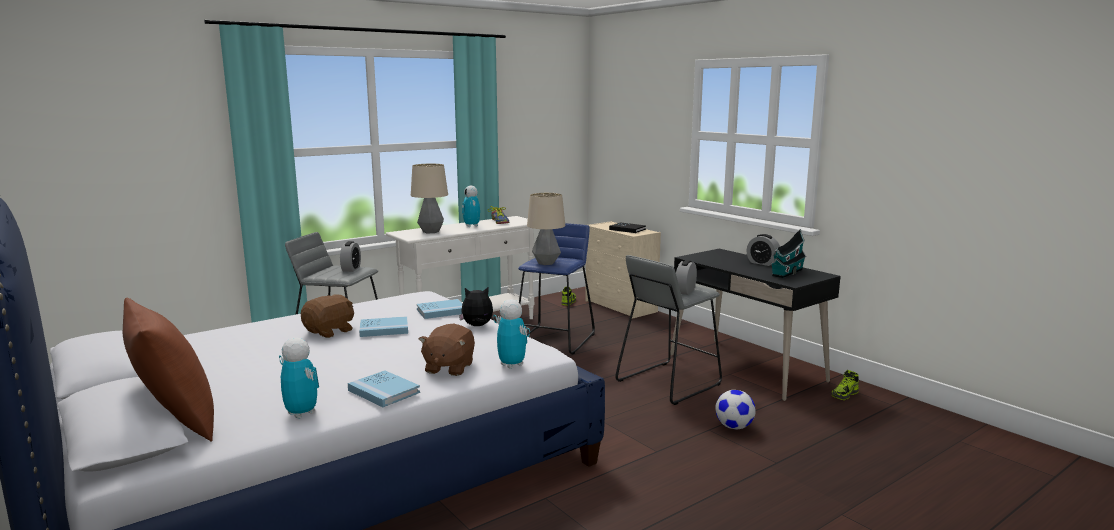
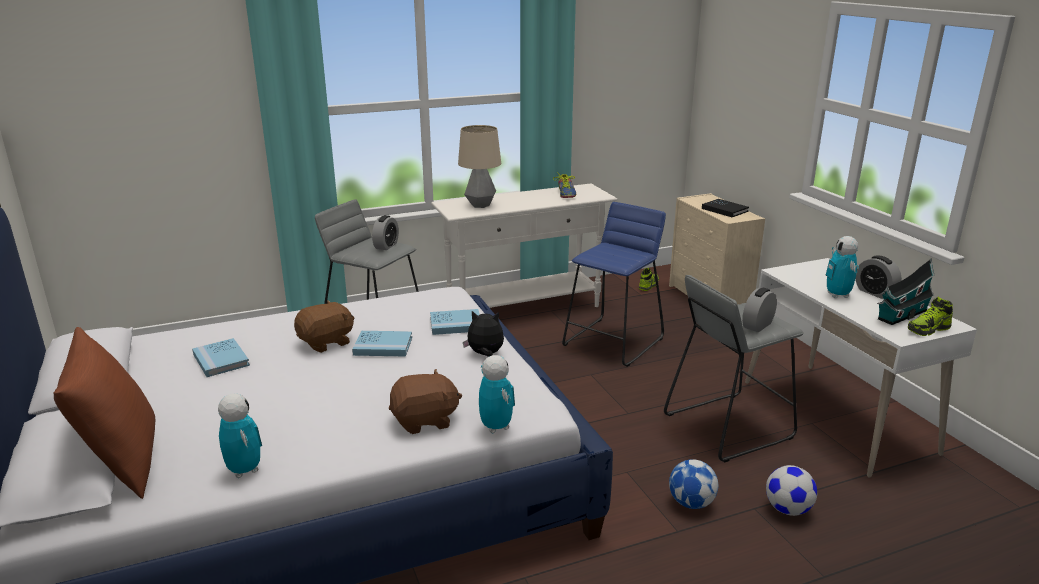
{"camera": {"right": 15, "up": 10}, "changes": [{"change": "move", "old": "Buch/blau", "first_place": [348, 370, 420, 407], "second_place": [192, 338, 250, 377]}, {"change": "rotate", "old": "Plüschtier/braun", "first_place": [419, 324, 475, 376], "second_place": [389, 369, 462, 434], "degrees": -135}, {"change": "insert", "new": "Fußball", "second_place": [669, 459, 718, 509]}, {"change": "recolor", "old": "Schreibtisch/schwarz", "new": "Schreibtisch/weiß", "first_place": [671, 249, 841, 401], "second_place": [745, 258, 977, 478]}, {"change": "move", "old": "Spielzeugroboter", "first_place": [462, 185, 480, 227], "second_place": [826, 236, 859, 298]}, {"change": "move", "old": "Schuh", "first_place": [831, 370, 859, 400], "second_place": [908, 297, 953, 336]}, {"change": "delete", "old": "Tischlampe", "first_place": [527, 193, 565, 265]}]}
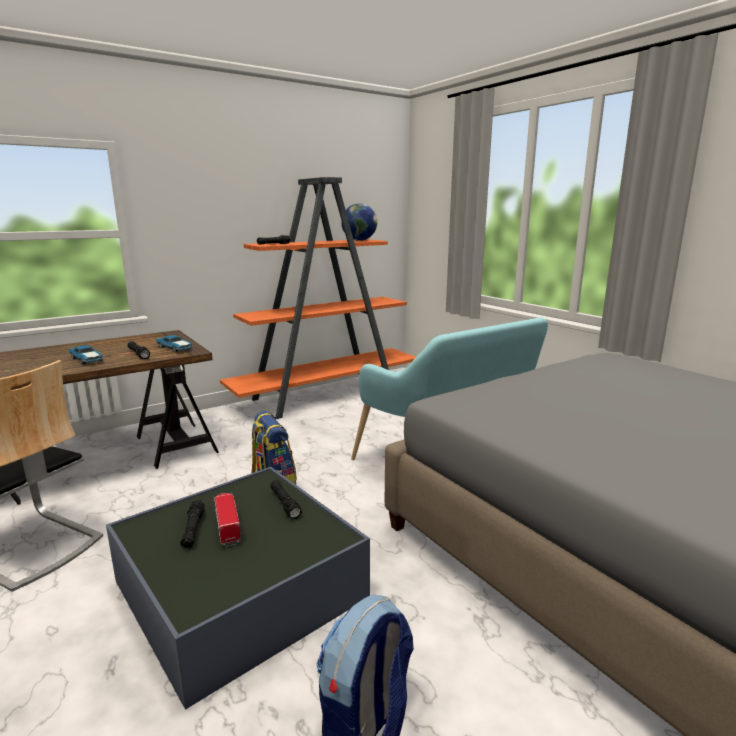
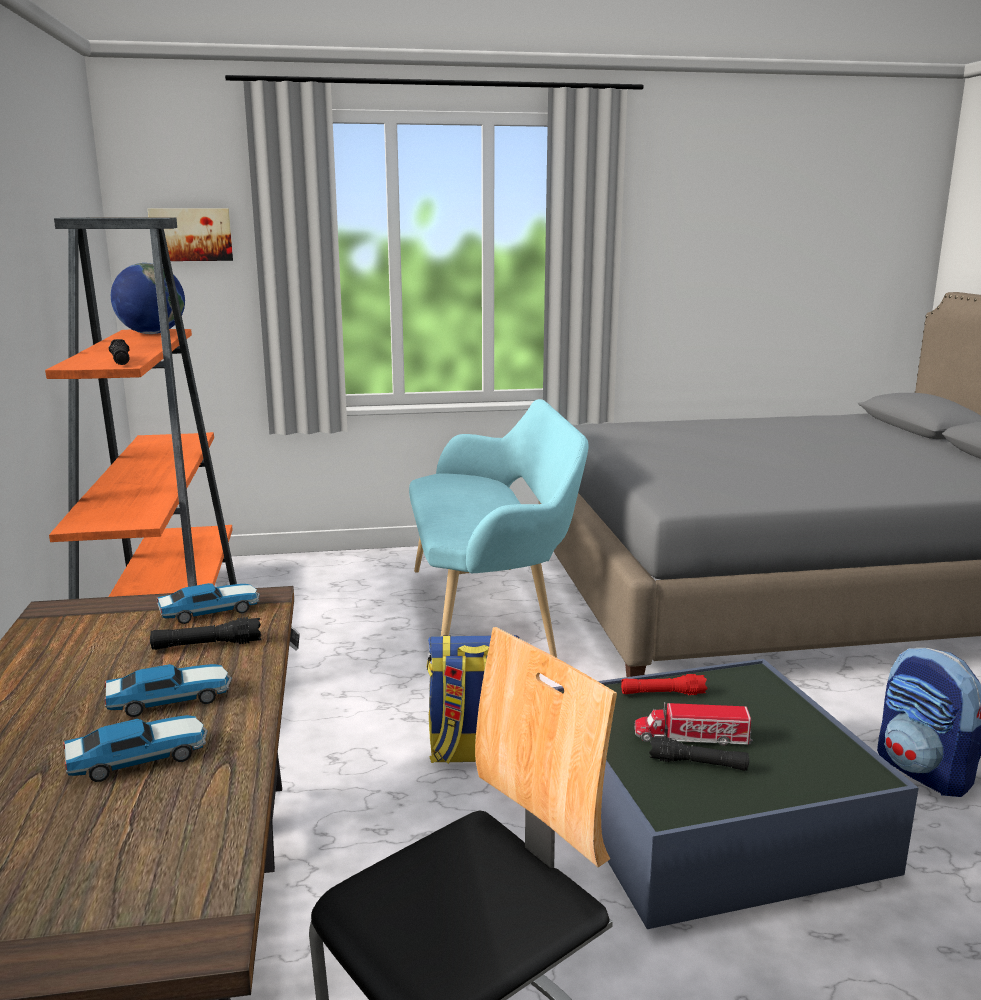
{"camera": {"right": -65, "up": 0}, "changes": [{"change": "insert", "new": "Spielzeugauto", "second_place": [63, 715, 208, 782]}, {"change": "insert", "new": "Bild", "second_place": [148, 208, 233, 261]}, {"change": "recolor", "old": "Taschenlampe/schwarz", "new": "Taschenlampe/rot", "first_place": [270, 480, 302, 520], "second_place": [621, 674, 707, 695]}]}
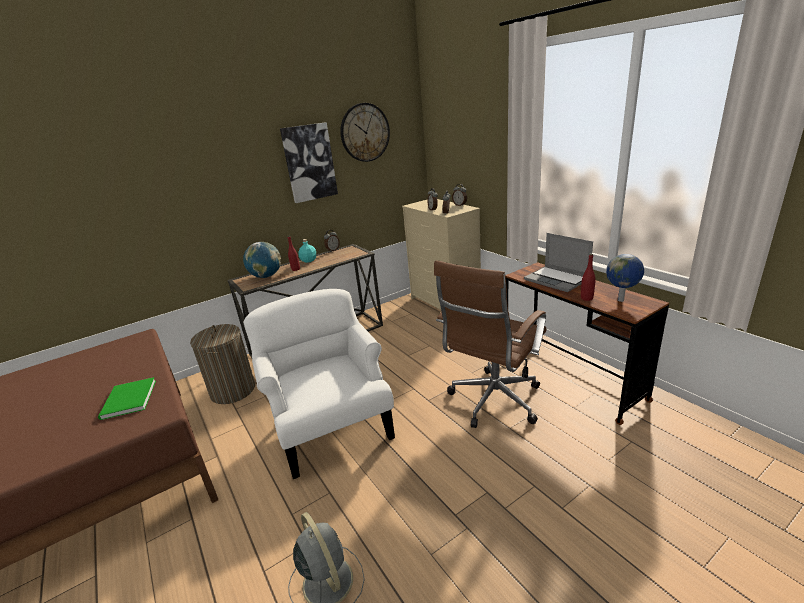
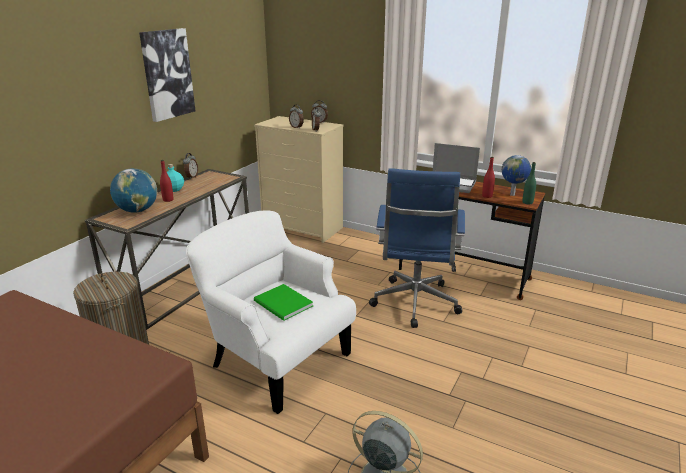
{"camera": {"right": -30, "up": 0}, "changes": [{"change": "move", "old": "Buch/grün", "first_place": [98, 377, 156, 420], "second_place": [254, 284, 313, 321]}, {"change": "recolor", "old": "Bürostuhl/braun", "new": "Bürostuhl/blau", "first_place": [434, 261, 547, 428], "second_place": [369, 168, 465, 328]}, {"change": "insert", "new": "Flasche/grün", "second_place": [522, 162, 536, 204]}, {"change": "delete", "old": "Wanduhr", "first_place": [340, 103, 390, 162]}]}
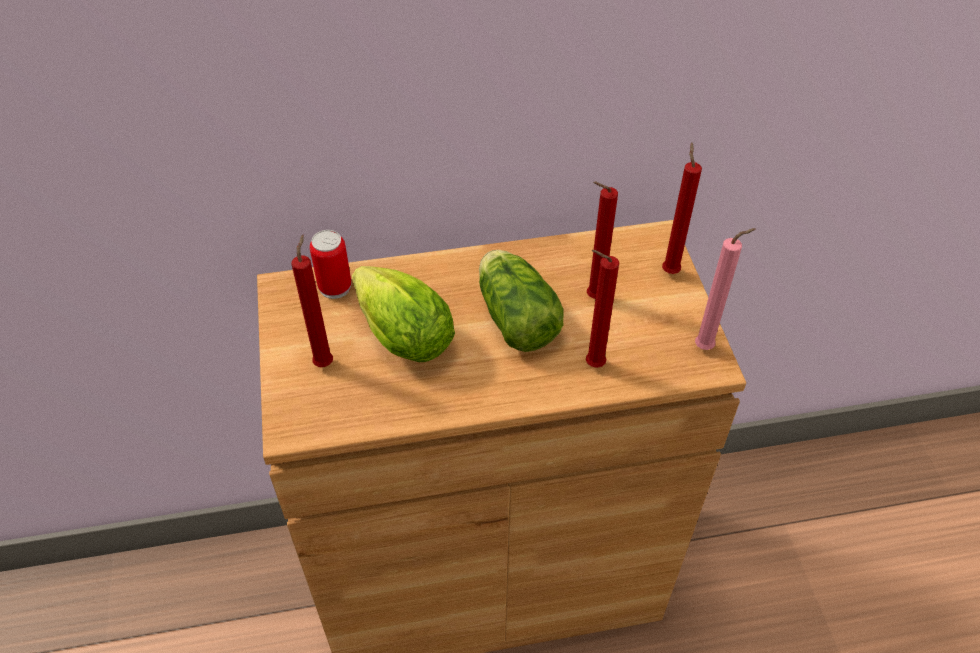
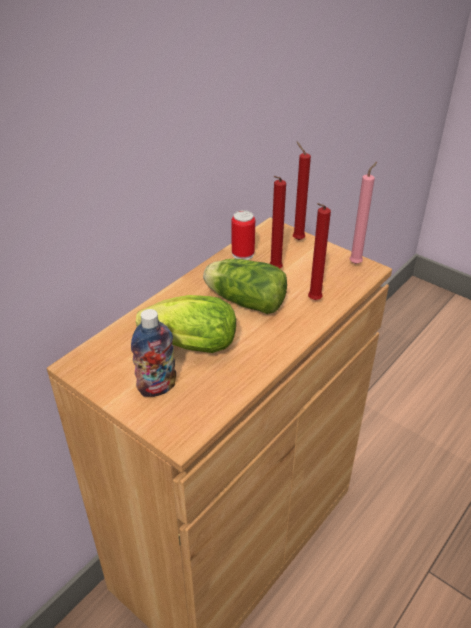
{"camera": {"right": -40, "up": -10}, "changes": [{"change": "replace", "old": "Kerze/rot", "new": "Flasche", "first_place": [291, 235, 333, 367], "second_place": [131, 309, 176, 397]}, {"change": "move", "old": "Dose", "first_place": [310, 230, 351, 299], "second_place": [232, 210, 255, 260]}]}
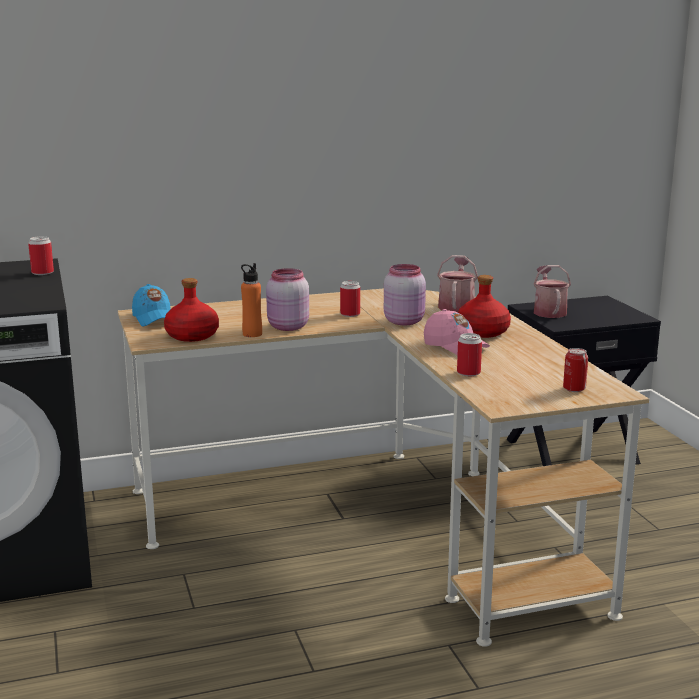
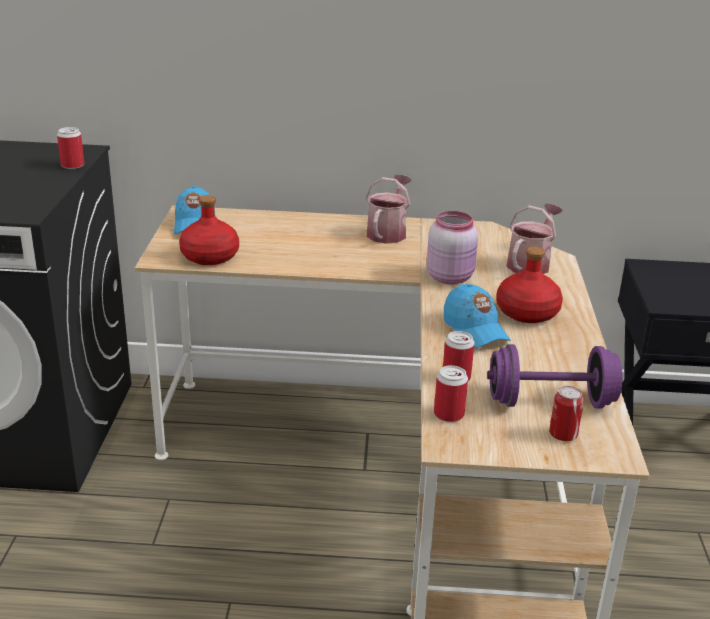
{"camera": {"right": 20, "up": 10}, "changes": [{"change": "move", "old": "Gießkanne", "first_place": [534, 265, 571, 318], "second_place": [366, 175, 411, 244]}, {"change": "move", "old": "Dose", "first_place": [340, 281, 360, 317], "second_place": [434, 365, 468, 422]}, {"change": "recolor", "old": "Kappe/rosa", "new": "Kappe/blau", "first_place": [424, 309, 490, 355], "second_place": [444, 284, 511, 348]}, {"change": "insert", "new": "Hantel/lila", "second_place": [487, 344, 622, 408]}, {"change": "delete", "old": "Flasche/orange", "first_place": [241, 263, 262, 337]}, {"change": "delete", "old": "Vorratsglas/rosa", "first_place": [266, 268, 309, 331]}]}
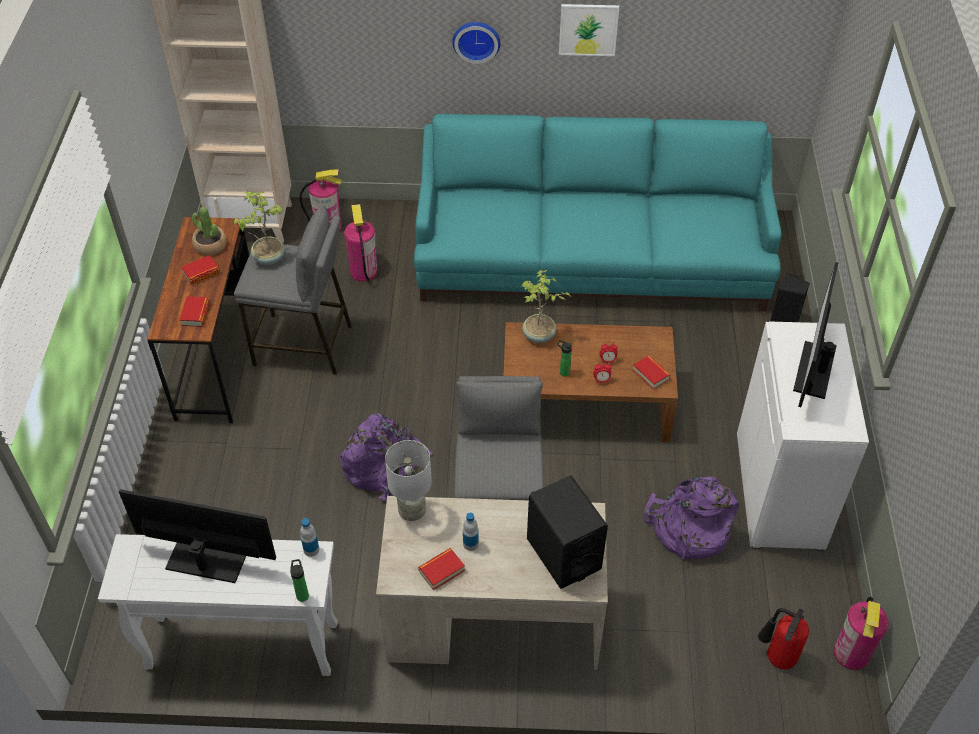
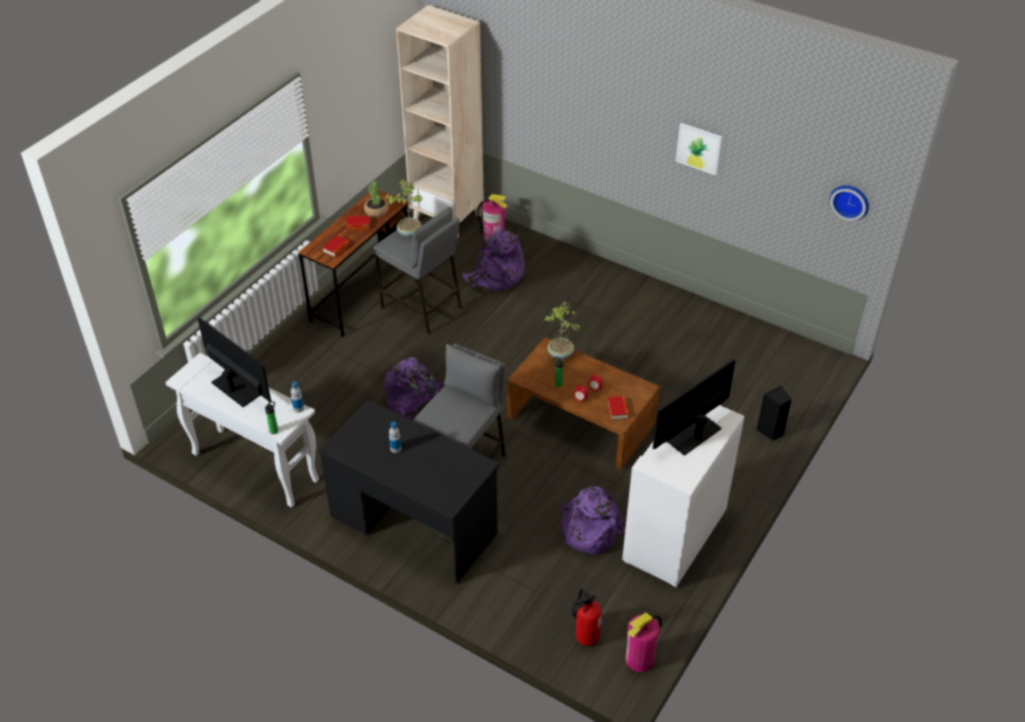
{"camera": {"right": 30, "up": -5}, "changes": [{"change": "recolor", "old": "Schreibtisch/beige", "new": "Schreibtisch/schwarz", "first_place": [376, 496, 608, 670], "second_place": [318, 400, 500, 584]}, {"change": "replace", "old": "Feuerlöscher", "new": "Rucksack/lila", "first_place": [344, 204, 378, 282], "second_place": [462, 228, 525, 291]}, {"change": "move", "old": "Wanduhr", "first_place": [452, 22, 501, 64], "second_place": [829, 185, 869, 221]}, {"change": "delete", "old": "Tischlampe/grau", "first_place": [385, 440, 432, 521]}, {"change": "delete", "old": "Sofa/türkis", "first_place": [414, 114, 781, 311]}, {"change": "delete", "old": "Buch", "first_place": [418, 548, 465, 590]}, {"change": "delete", "old": "Lautsprecher/schwarz", "first_place": [527, 476, 608, 589]}]}
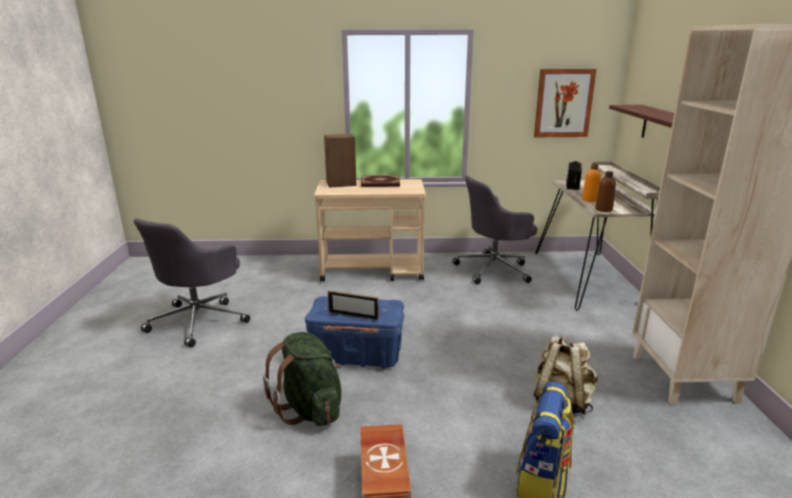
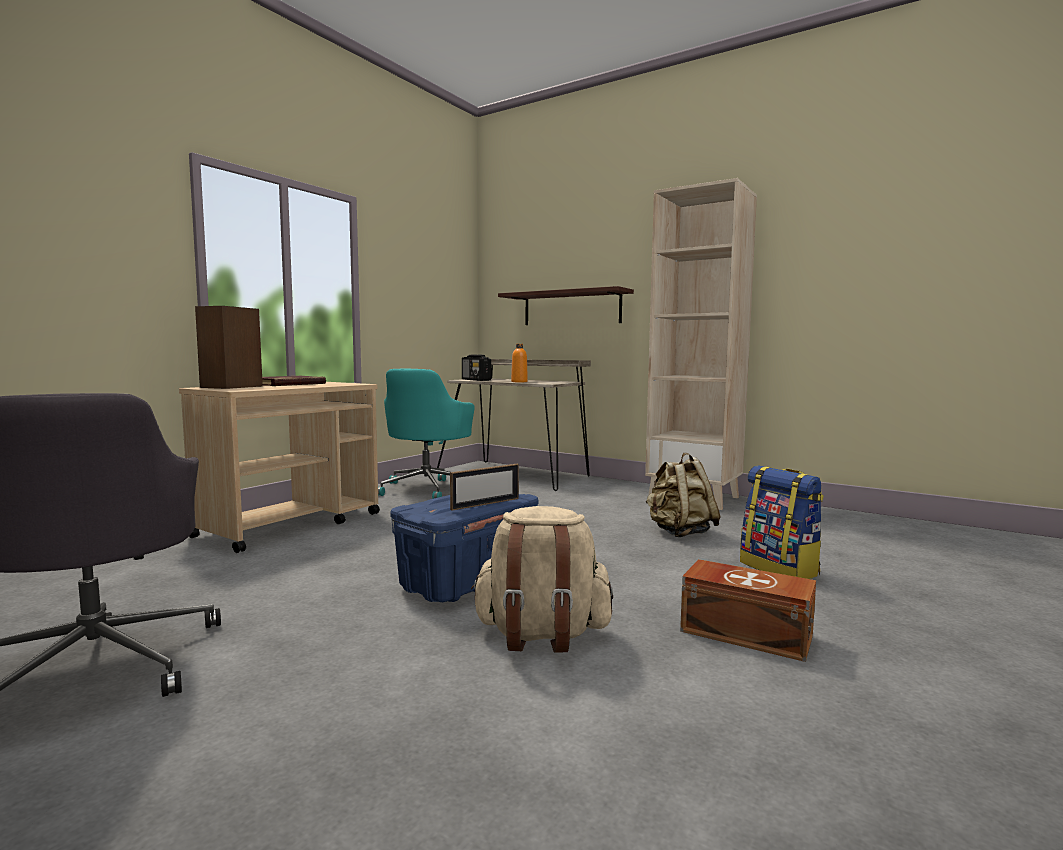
{"camera": {"right": -55, "up": -15}, "changes": [{"change": "recolor", "old": "Bürostuhl/grau", "new": "Bürostuhl/türkis", "first_place": [452, 176, 537, 285], "second_place": [378, 369, 475, 499]}, {"change": "recolor", "old": "Rucksack/grün", "new": "Rucksack/beige", "first_place": [263, 332, 341, 426], "second_place": [471, 506, 613, 653]}, {"change": "delete", "old": "Bild", "first_place": [534, 69, 596, 137]}, {"change": "delete", "old": "Flasche/braun", "first_place": [595, 171, 616, 212]}]}
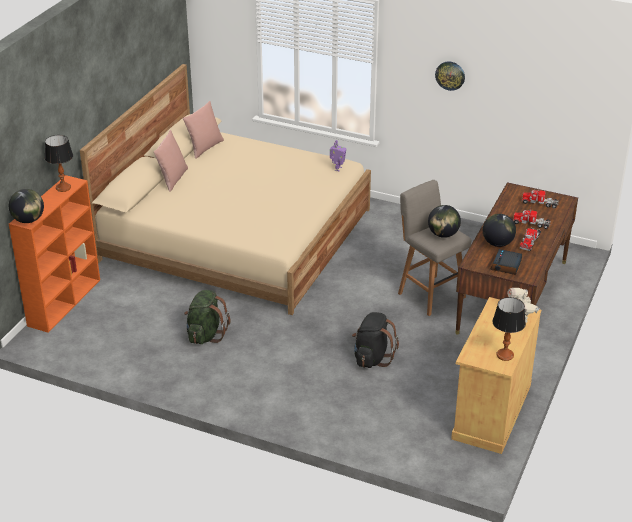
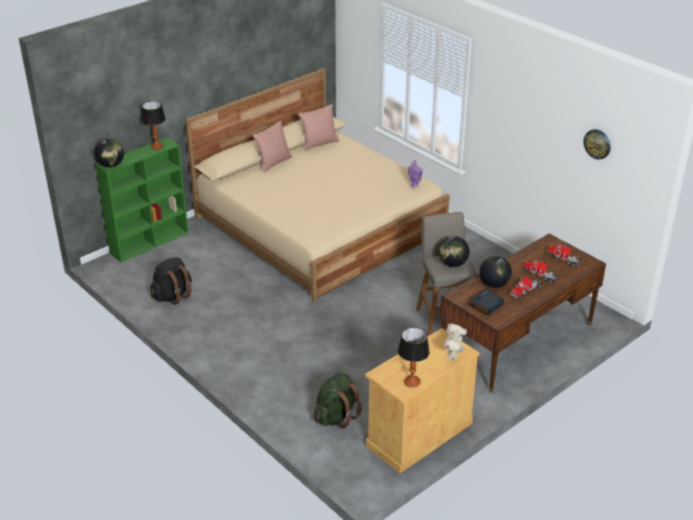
{"camera": {"right": 25, "up": 0}, "changes": [{"change": "recolor", "old": "Bücherregal/orange", "new": "Bücherregal/grün", "first_place": [9, 175, 100, 333], "second_place": [95, 138, 189, 262]}, {"change": "move", "old": "Rucksack/schwarz", "first_place": [352, 312, 399, 368], "second_place": [150, 257, 192, 305]}, {"change": "move", "old": "Rucksack/grün", "first_place": [184, 290, 231, 344], "second_place": [314, 373, 362, 429]}, {"change": "move", "old": "Wanduhr", "first_place": [435, 62, 465, 91], "second_place": [583, 129, 611, 160]}]}
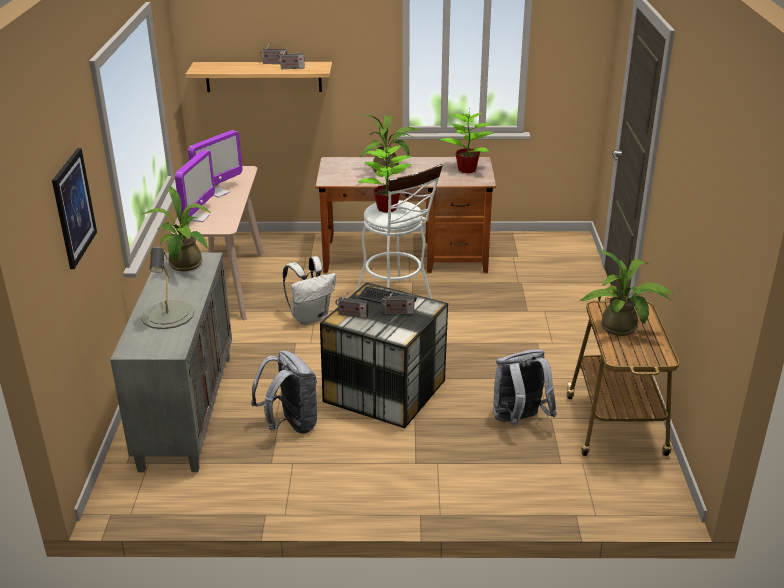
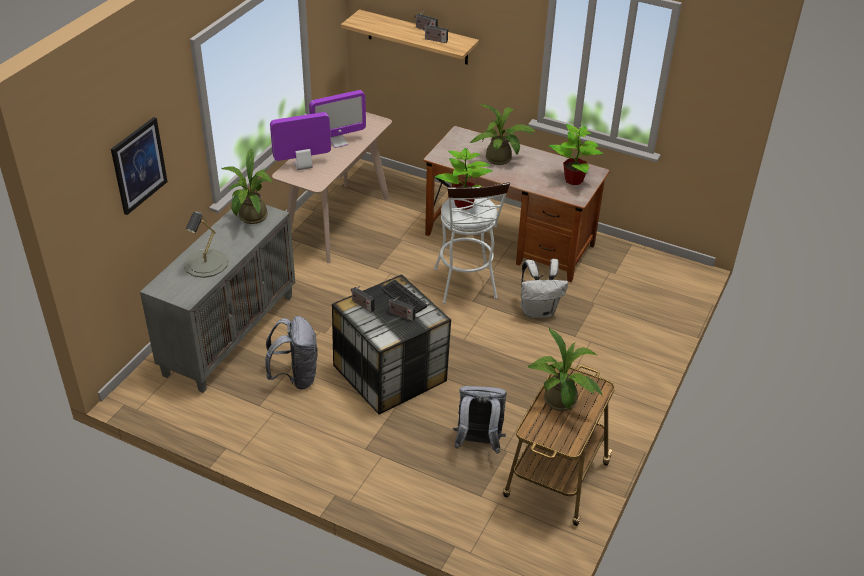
{"camera": {"right": 25, "up": 10}, "changes": [{"change": "rotate", "old": "Monitor", "first_place": [175, 150, 215, 222], "second_place": [270, 112, 331, 170], "degrees": -150}, {"change": "move", "old": "Rucksack/weiß", "first_place": [283, 256, 336, 325], "second_place": [521, 259, 568, 318]}]}
